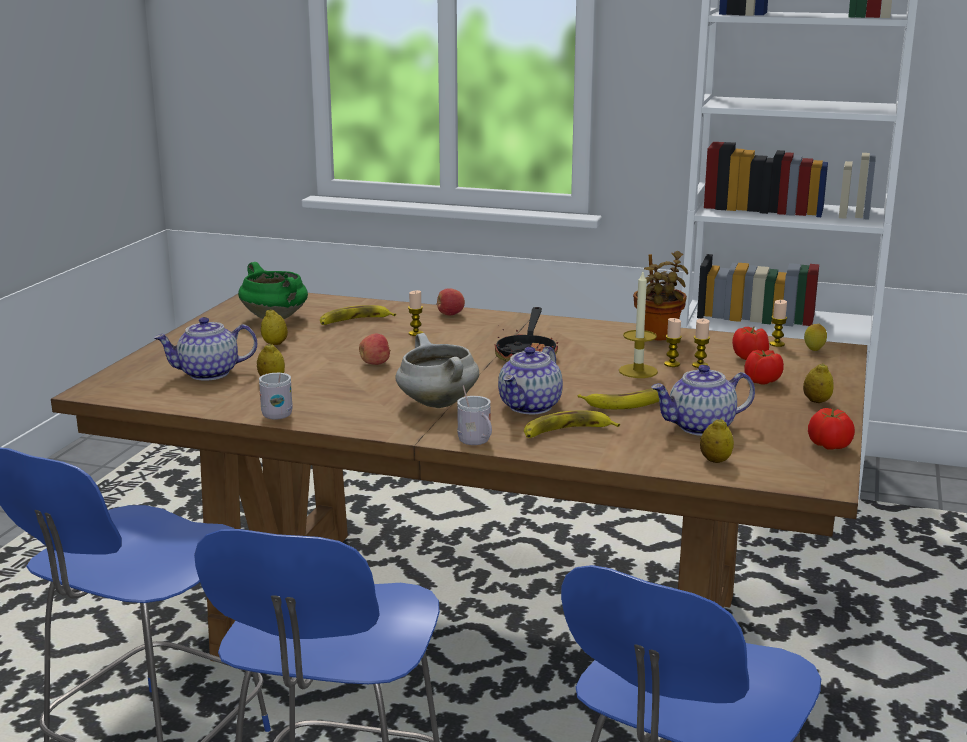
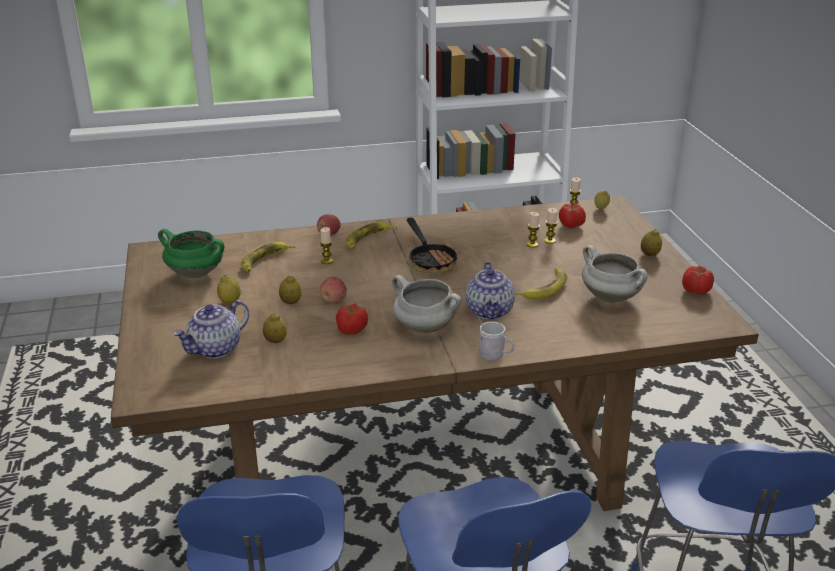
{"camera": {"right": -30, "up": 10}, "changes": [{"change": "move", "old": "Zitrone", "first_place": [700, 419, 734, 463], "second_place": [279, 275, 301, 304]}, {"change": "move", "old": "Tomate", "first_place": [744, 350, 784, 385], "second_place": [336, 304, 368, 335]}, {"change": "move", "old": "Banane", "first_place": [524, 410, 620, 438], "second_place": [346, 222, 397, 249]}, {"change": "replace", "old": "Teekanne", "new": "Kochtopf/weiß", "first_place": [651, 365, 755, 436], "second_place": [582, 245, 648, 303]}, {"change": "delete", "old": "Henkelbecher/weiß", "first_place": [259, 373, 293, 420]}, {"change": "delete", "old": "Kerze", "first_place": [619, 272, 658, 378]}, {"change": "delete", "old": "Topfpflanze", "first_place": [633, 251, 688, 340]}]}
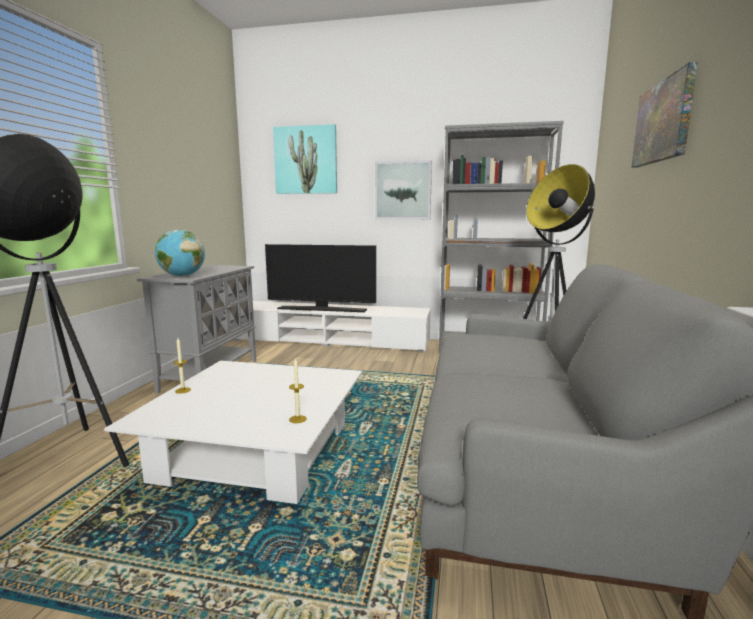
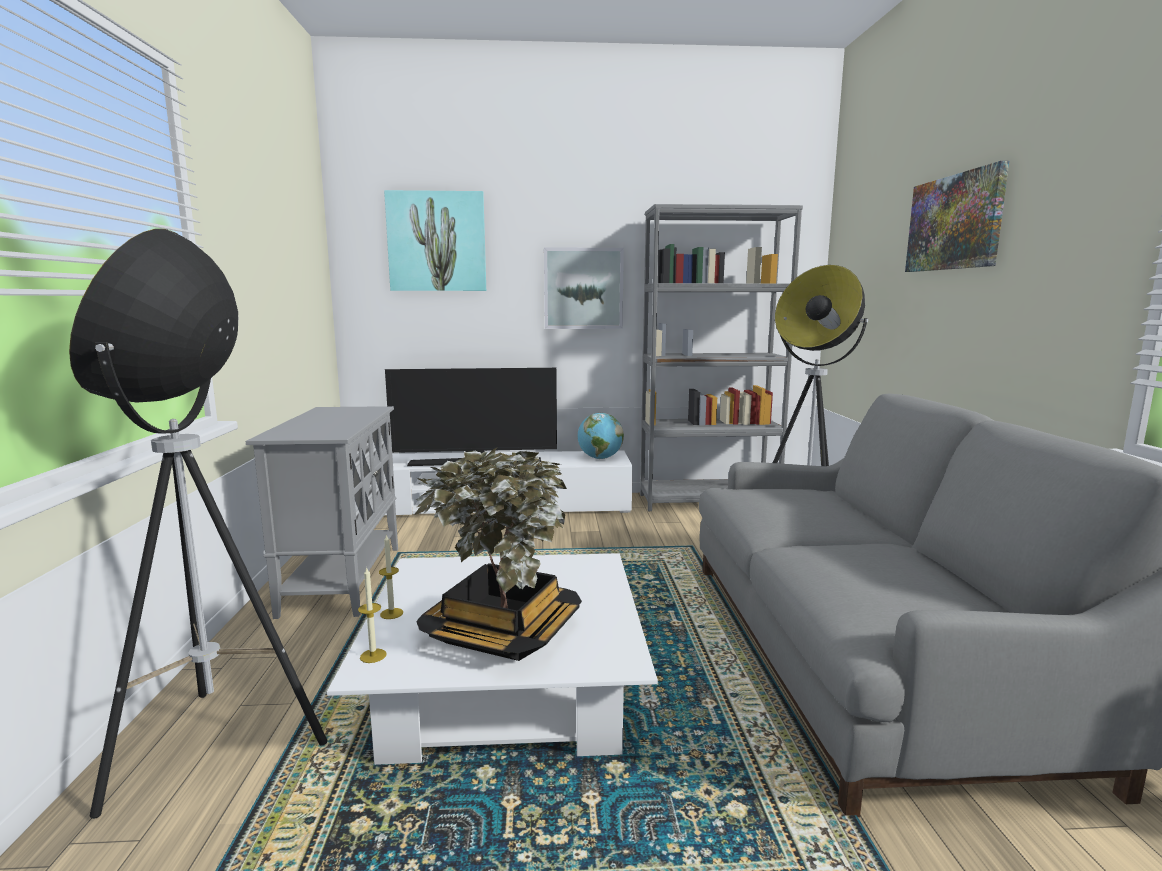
{"camera": {"right": -15, "up": 0}, "changes": [{"change": "move", "old": "Kerze", "first_place": [289, 358, 307, 423], "second_place": [358, 566, 387, 663]}, {"change": "insert", "new": "Topfpflanze", "second_place": [413, 447, 582, 661]}, {"change": "move", "old": "Globus", "first_place": [155, 230, 205, 277], "second_place": [578, 413, 624, 459]}]}
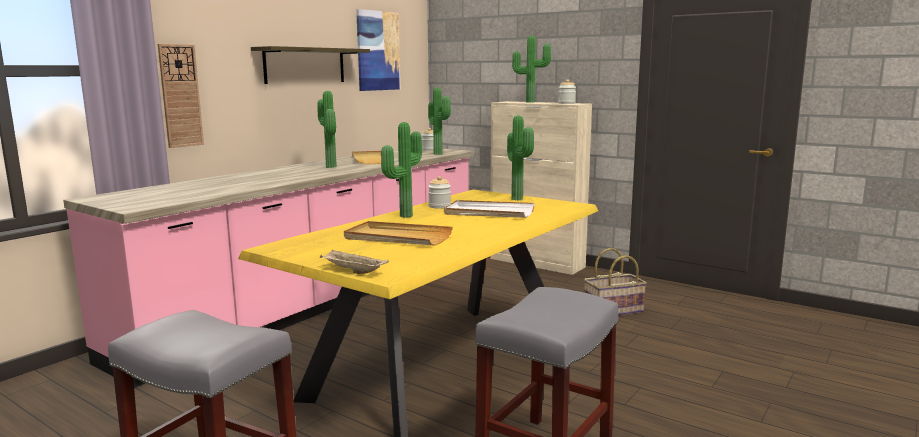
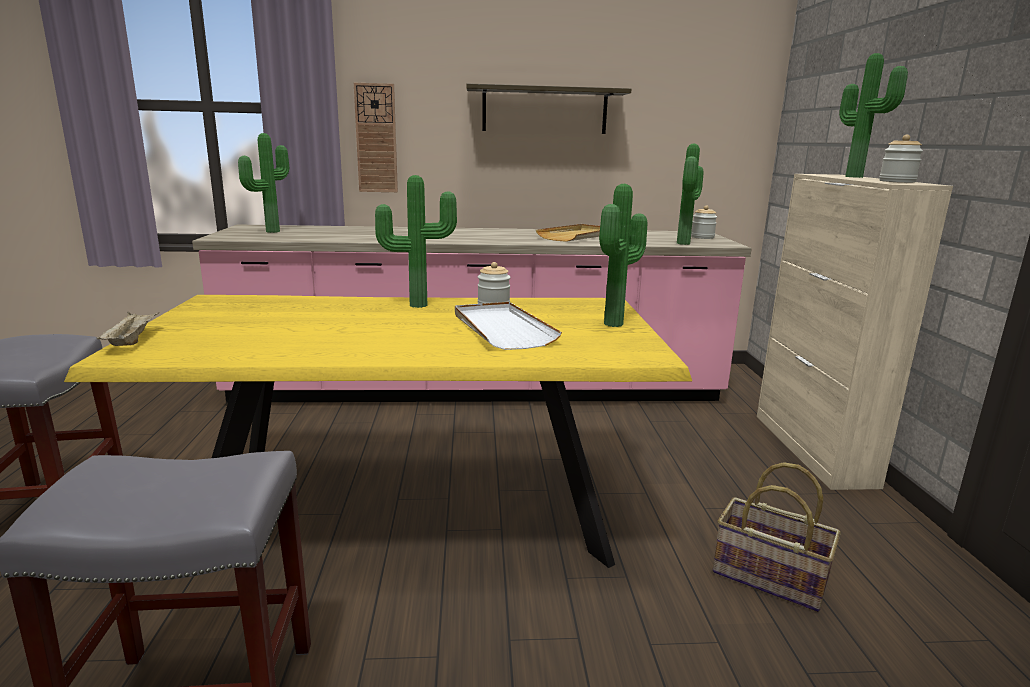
{"camera": {"right": 50, "up": 5}, "changes": [{"change": "move", "old": "Topfpflanze", "first_place": [317, 91, 337, 168], "second_place": [238, 133, 289, 233]}, {"change": "delete", "old": "Tablett/beige", "first_place": [344, 221, 453, 246]}, {"change": "delete", "old": "Bild", "first_place": [356, 9, 400, 91]}]}
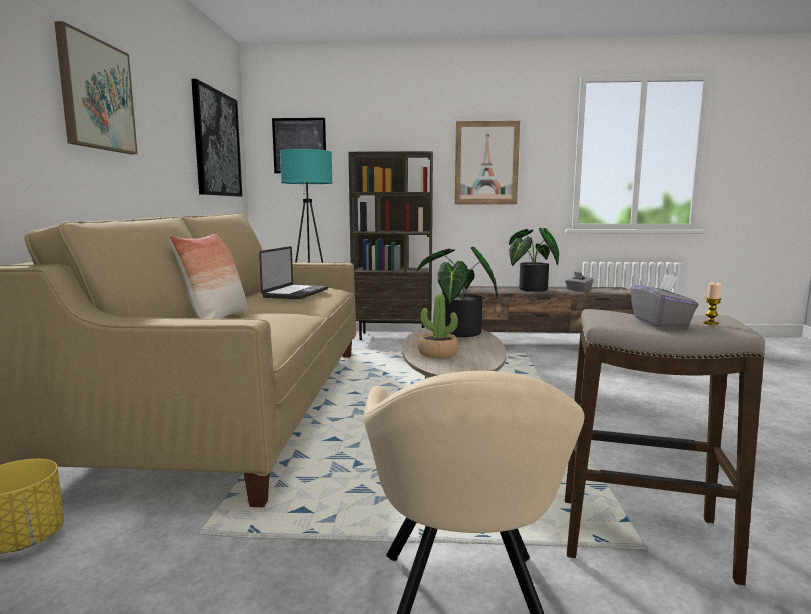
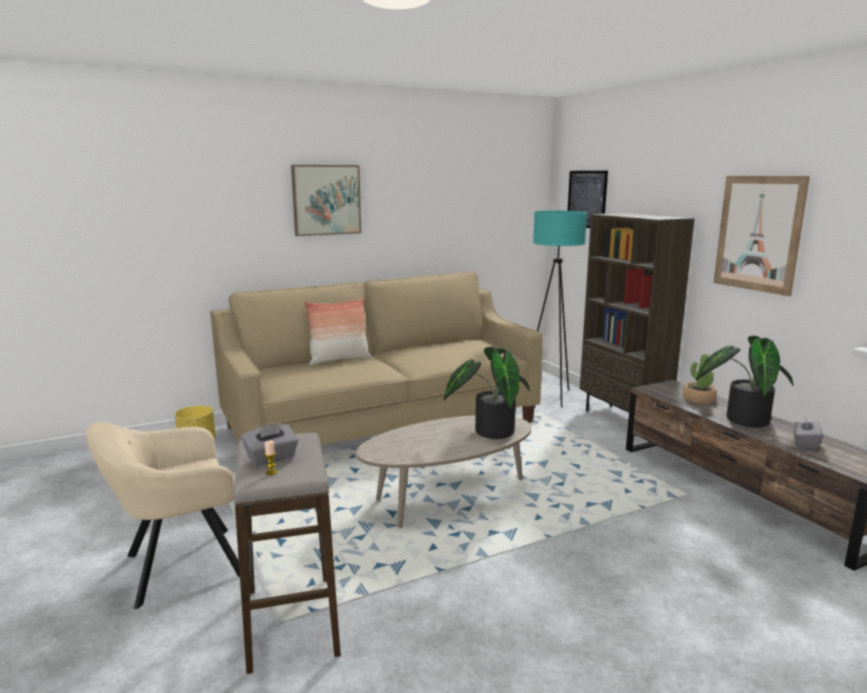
{"camera": {"right": 60, "up": 5}, "changes": [{"change": "move", "old": "Topfpflanze", "first_place": [418, 294, 458, 358], "second_place": [683, 354, 717, 404]}, {"change": "delete", "old": "Bild", "first_place": [191, 79, 242, 197]}, {"change": "delete", "old": "Laptop", "first_place": [259, 246, 328, 299]}]}
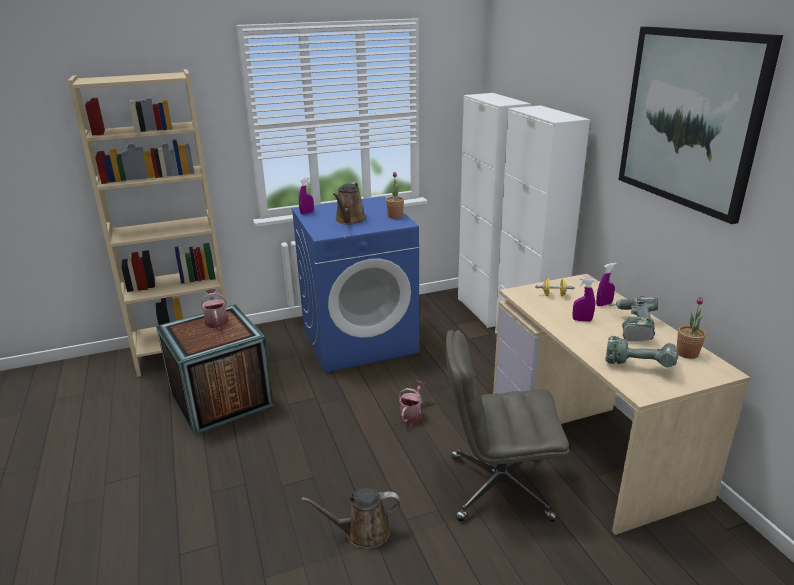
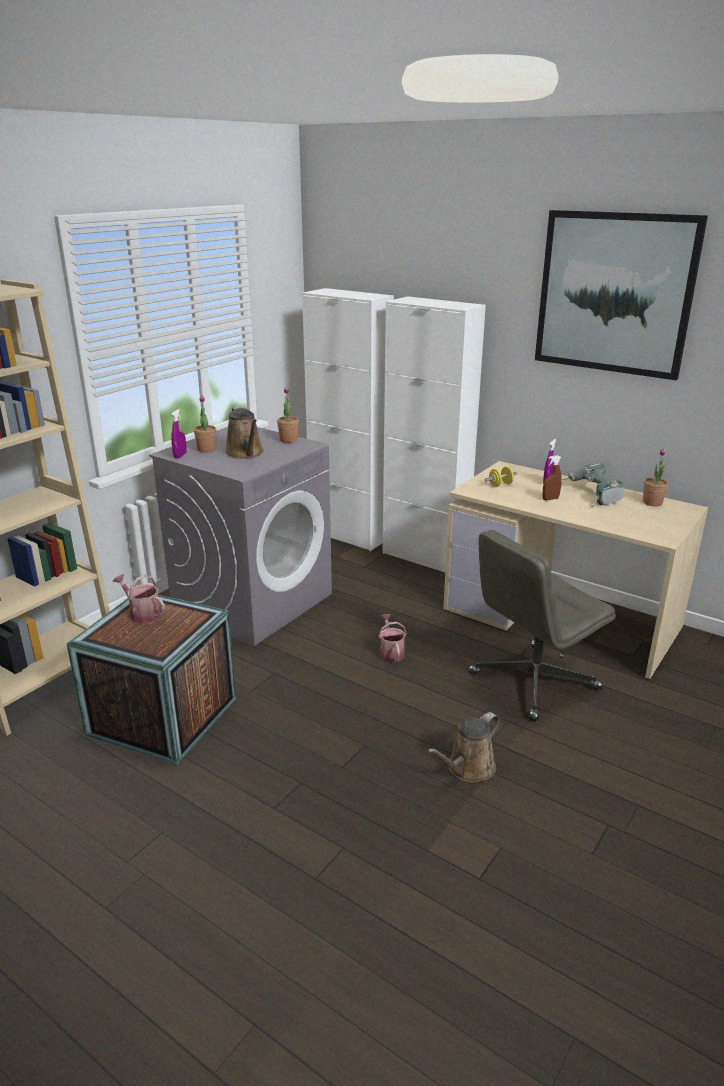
{"camera": {"right": -35, "up": 0}, "changes": [{"change": "recolor", "old": "Waschmaschine/blau", "new": "Waschmaschine/grau", "first_place": [292, 196, 419, 373], "second_place": [149, 427, 332, 646]}, {"change": "insert", "new": "Topfpflanze", "second_place": [194, 395, 216, 453]}, {"change": "recolor", "old": "Sprühflasche/lila", "new": "Sprühflasche/braun", "first_place": [573, 277, 595, 322], "second_place": [543, 455, 562, 500]}, {"change": "delete", "old": "Bohrmaschine", "first_place": [605, 336, 678, 367]}]}
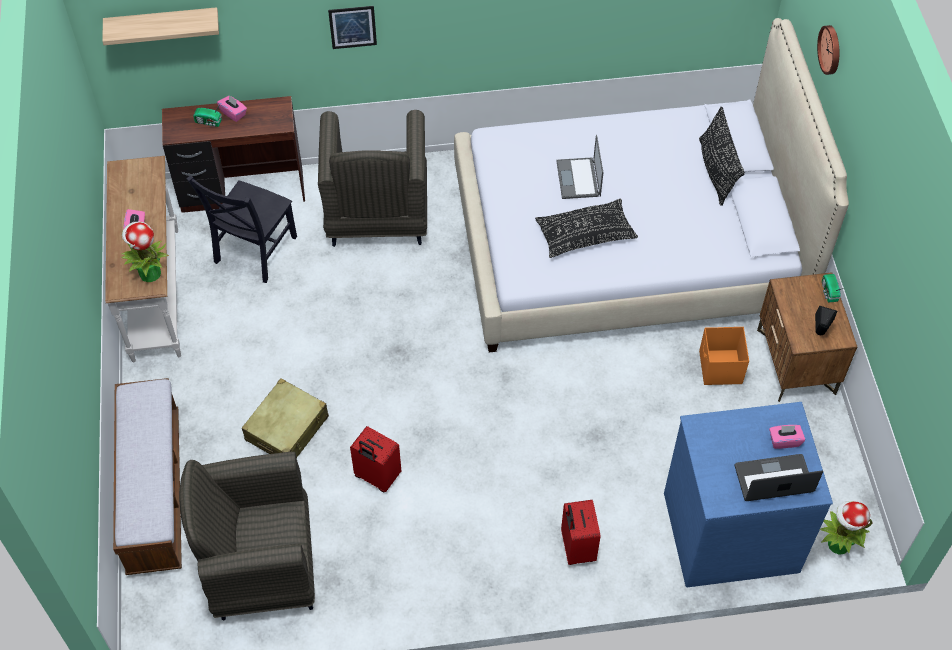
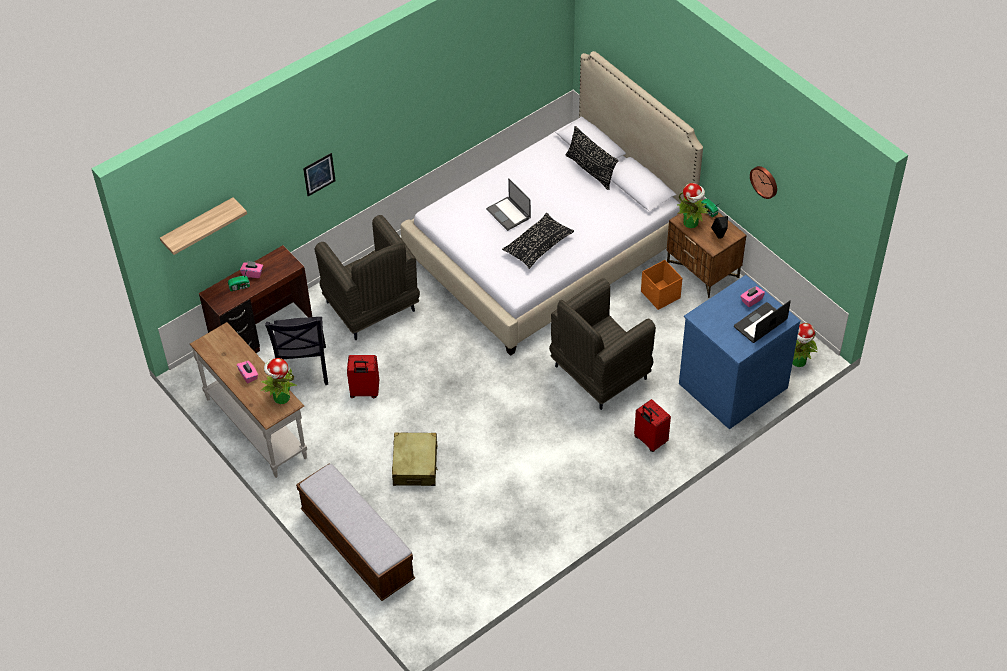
{"camera": {"right": -30, "up": -5}, "changes": [{"change": "move", "old": "Koffer/rot", "first_place": [350, 426, 401, 492], "second_place": [347, 355, 379, 398]}, {"change": "move", "old": "Sessel/grau", "first_place": [179, 452, 315, 621], "second_place": [549, 278, 656, 410]}, {"change": "insert", "new": "Topfpflanze", "second_place": [677, 183, 710, 228]}, {"change": "move", "old": "Wanduhr", "first_place": [817, 25, 839, 75], "second_place": [750, 166, 777, 199]}]}
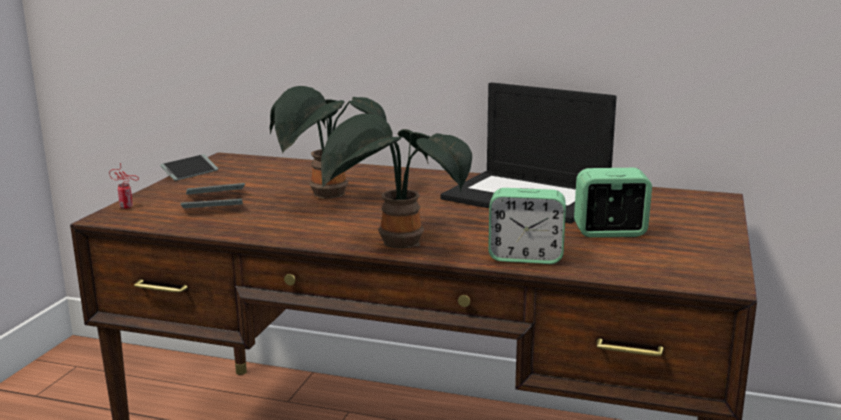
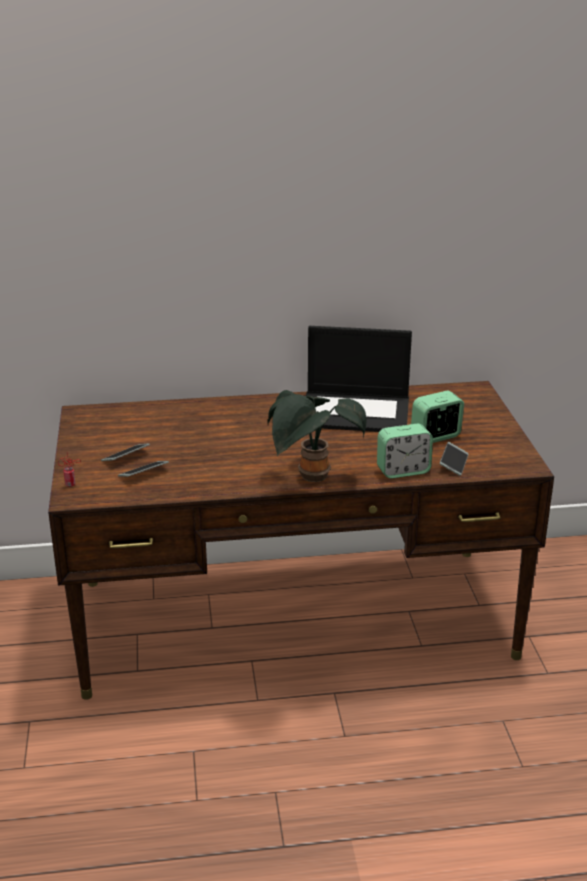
{"camera": {"right": -25, "up": 10}, "changes": [{"change": "move", "old": "Handy", "first_place": [160, 154, 218, 181], "second_place": [440, 442, 469, 476]}, {"change": "delete", "old": "Topfpflanze", "first_place": [270, 86, 387, 198]}]}
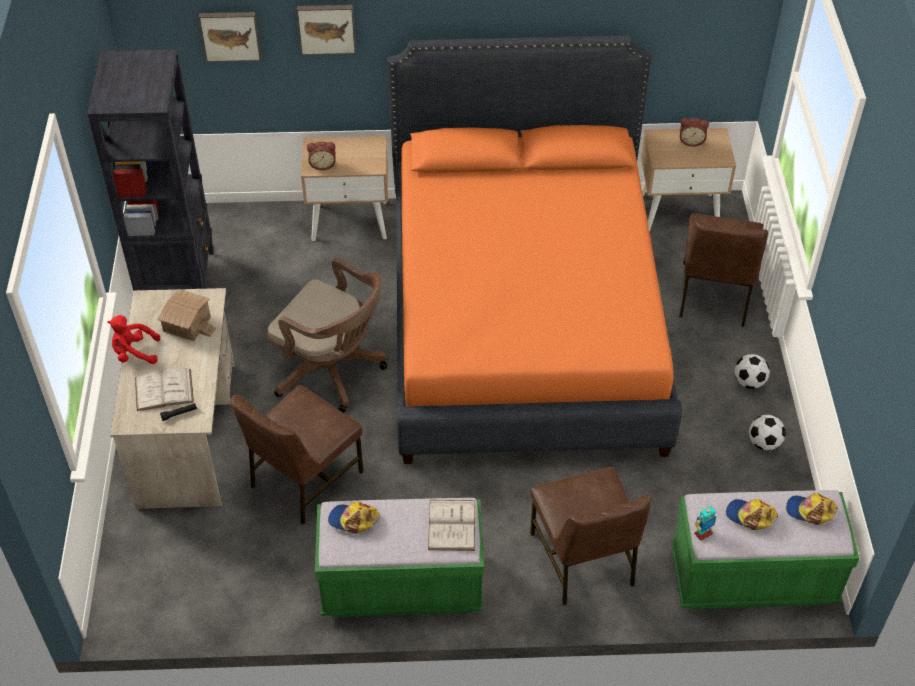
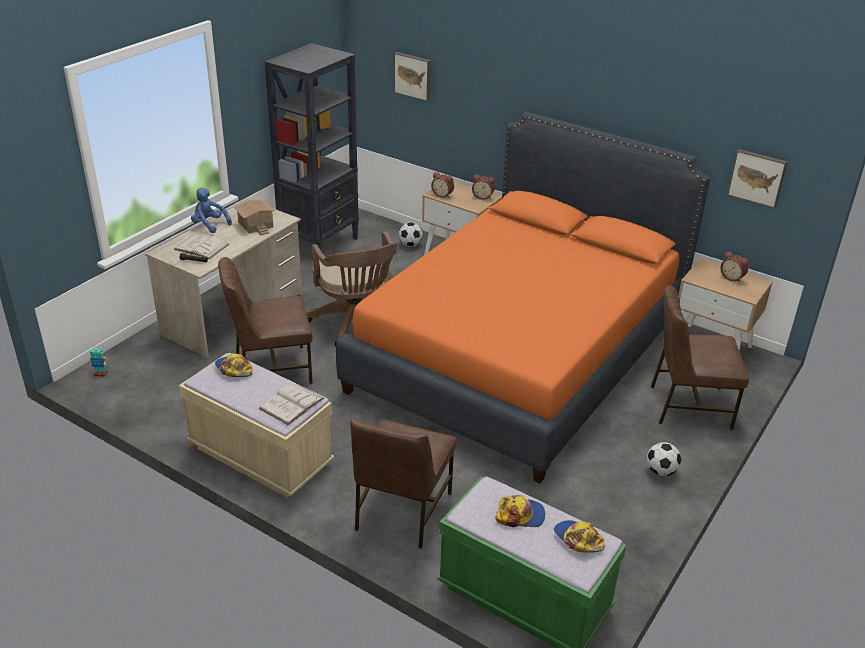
{"camera": {"right": 35, "up": -15}, "changes": [{"change": "move", "old": "Spielzeugroboter", "first_place": [694, 506, 716, 541], "second_place": [90, 348, 107, 377]}, {"change": "recolor", "old": "Bank/grün", "new": "Bank/beige", "first_place": [315, 498, 484, 617], "second_place": [179, 353, 334, 497]}, {"change": "recolor", "old": "Plüschtier/rot", "new": "Plüschtier/blau", "first_place": [107, 315, 160, 364], "second_place": [191, 188, 232, 233]}, {"change": "move", "old": "Fußball", "first_place": [749, 415, 786, 451], "second_place": [399, 222, 423, 247]}, {"change": "insert", "new": "Wecker", "second_place": [472, 175, 495, 200]}, {"change": "rotate", "old": "Kappe", "first_place": [726, 499, 778, 530], "second_place": [495, 495, 545, 527], "degrees": 120}, {"change": "rotate", "old": "Stuhl/braun", "first_place": [679, 213, 768, 327], "second_place": [651, 285, 749, 430], "degrees": 45}, {"change": "move", "old": "Bild", "first_place": [297, 5, 356, 55], "second_place": [727, 149, 788, 208]}]}
